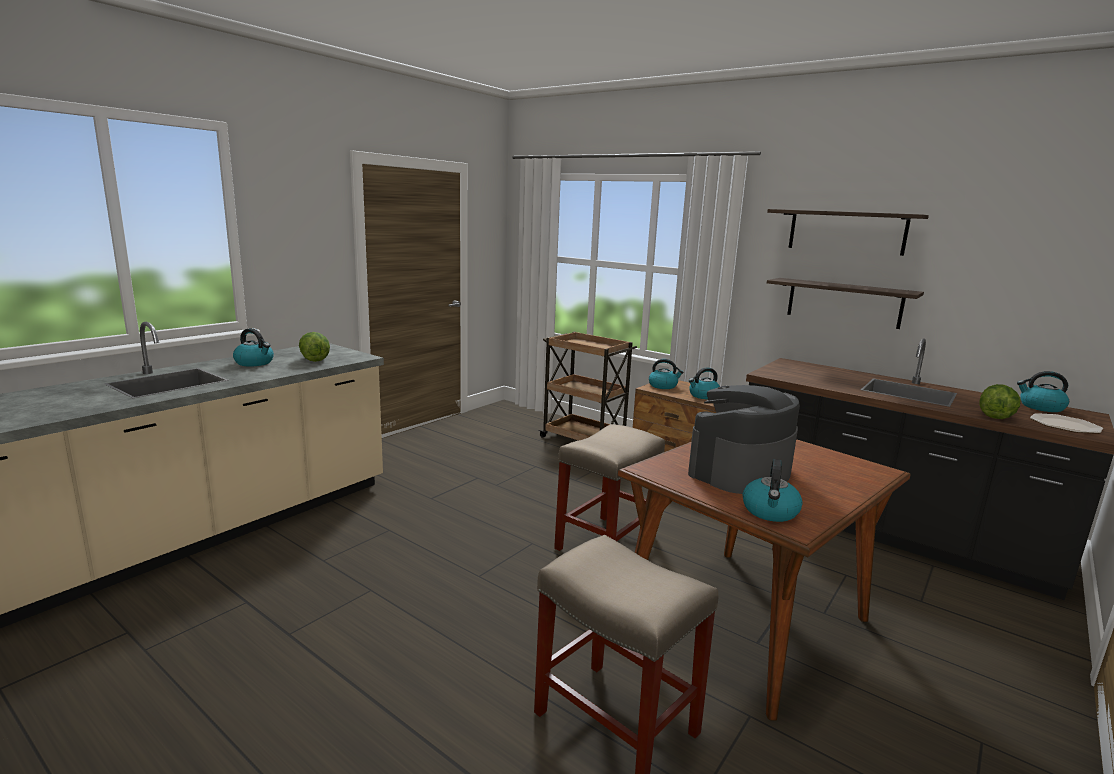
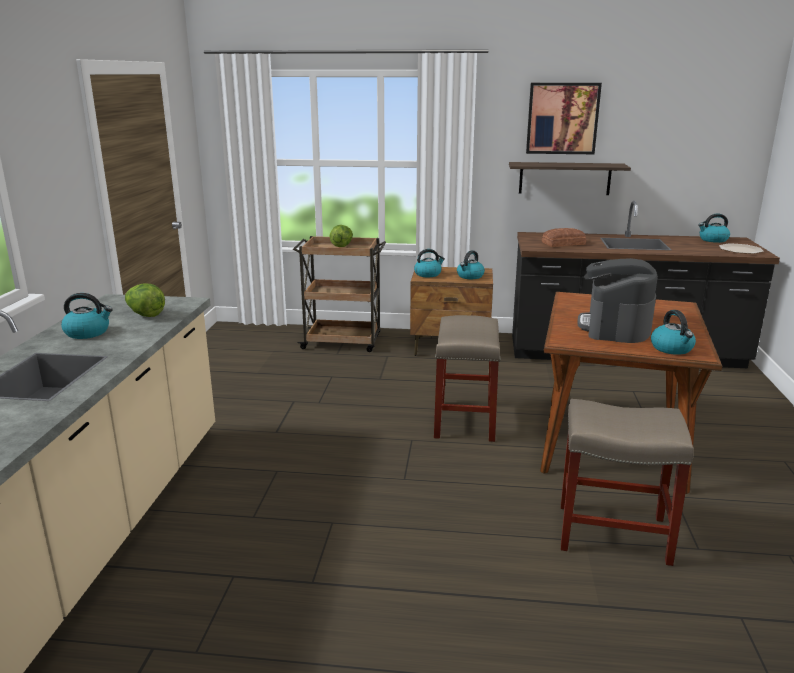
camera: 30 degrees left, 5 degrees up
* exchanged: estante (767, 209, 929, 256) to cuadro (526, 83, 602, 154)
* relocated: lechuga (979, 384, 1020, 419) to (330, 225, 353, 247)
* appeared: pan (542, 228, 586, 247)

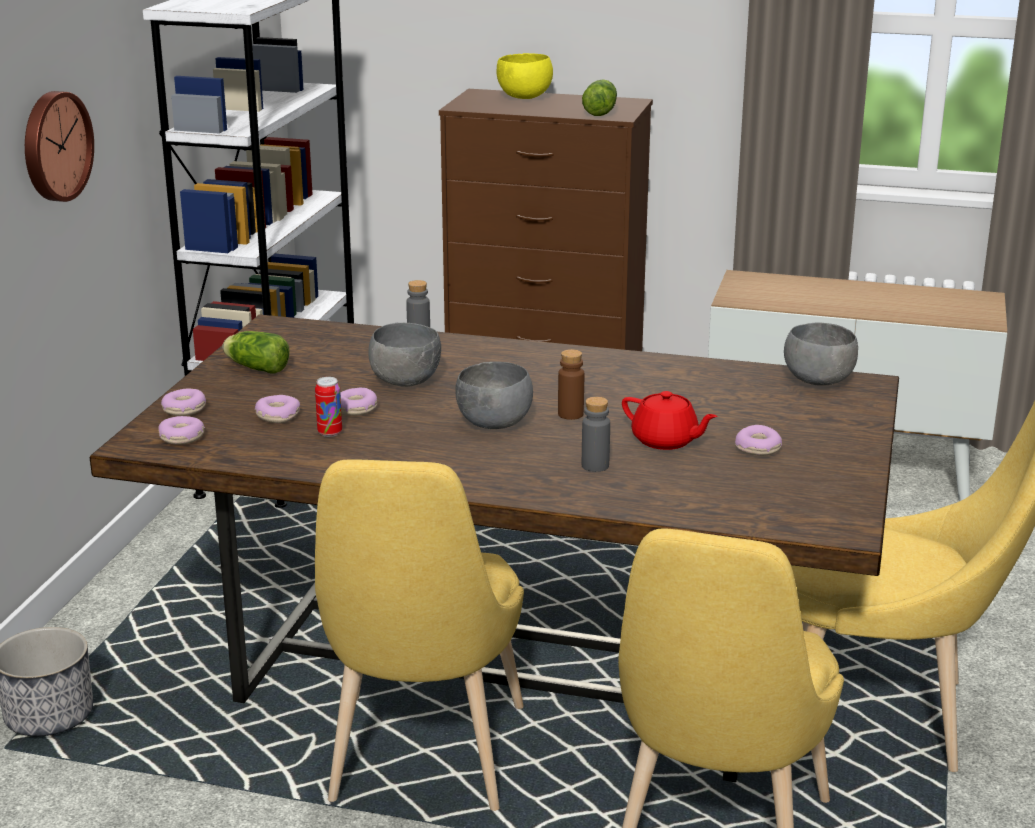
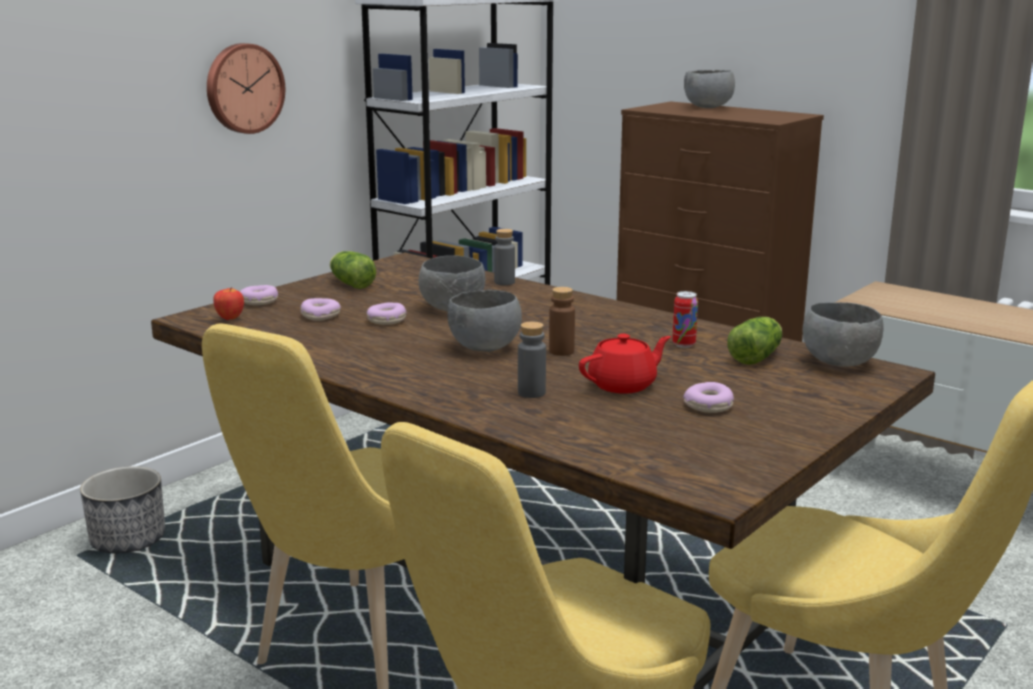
camera: 25 degrees right, 5 degrees down
* colour: cuenco [amarillo] (497, 53, 553, 99) to cuenco [gris] (684, 70, 735, 108)
* relocated: lechuga (582, 79, 617, 116) to (727, 317, 782, 365)
* relocated: lata (315, 377, 342, 437) to (672, 291, 698, 348)
* spun: tetera [rojo] (622, 391, 717, 450) = (579, 334, 671, 394) 90 degrees counterclockwise
* exchanged: rosquilla (158, 416, 205, 445) to manzana (213, 287, 244, 320)

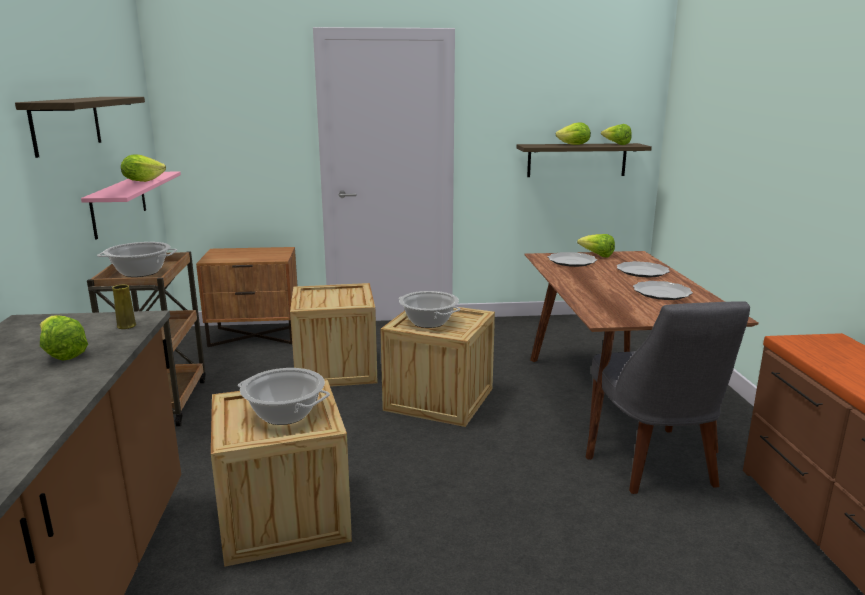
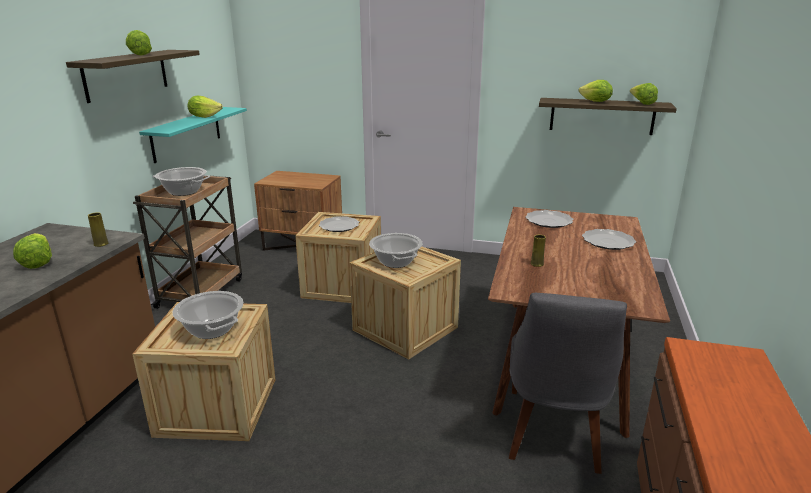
camera: 20 degrees right, 5 degrees up
* colour: estante [rosa] (81, 172, 181, 240) to estante [turquesa] (139, 107, 247, 163)
* relocated: lechuga (577, 234, 615, 258) to (126, 30, 152, 56)
* relocated: plato (633, 281, 693, 300) to (319, 216, 359, 232)
* appeared: florero [amarillo] (531, 235, 546, 267)

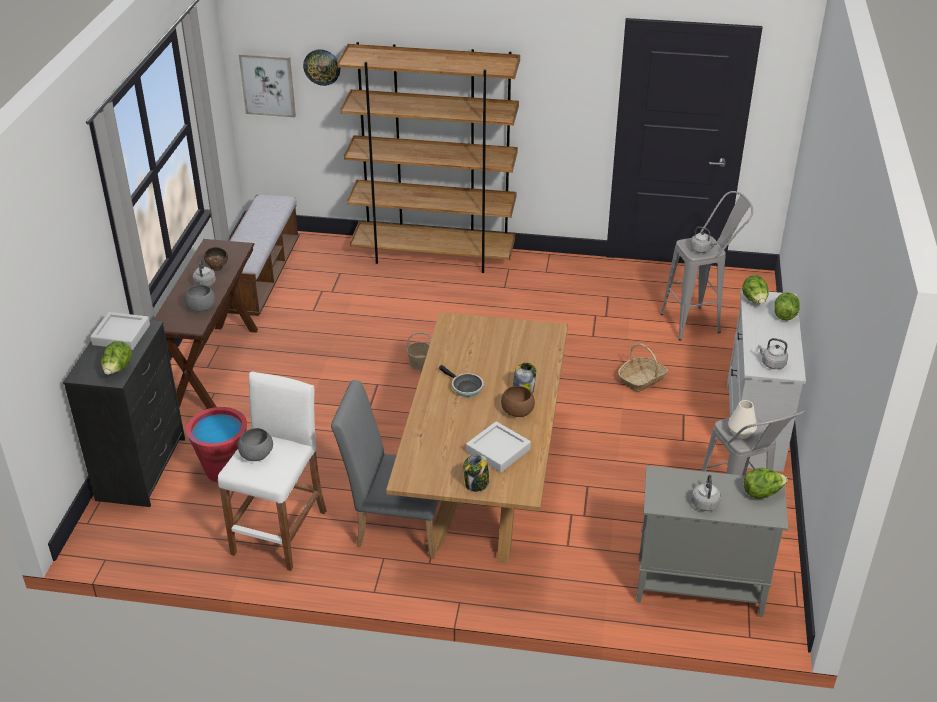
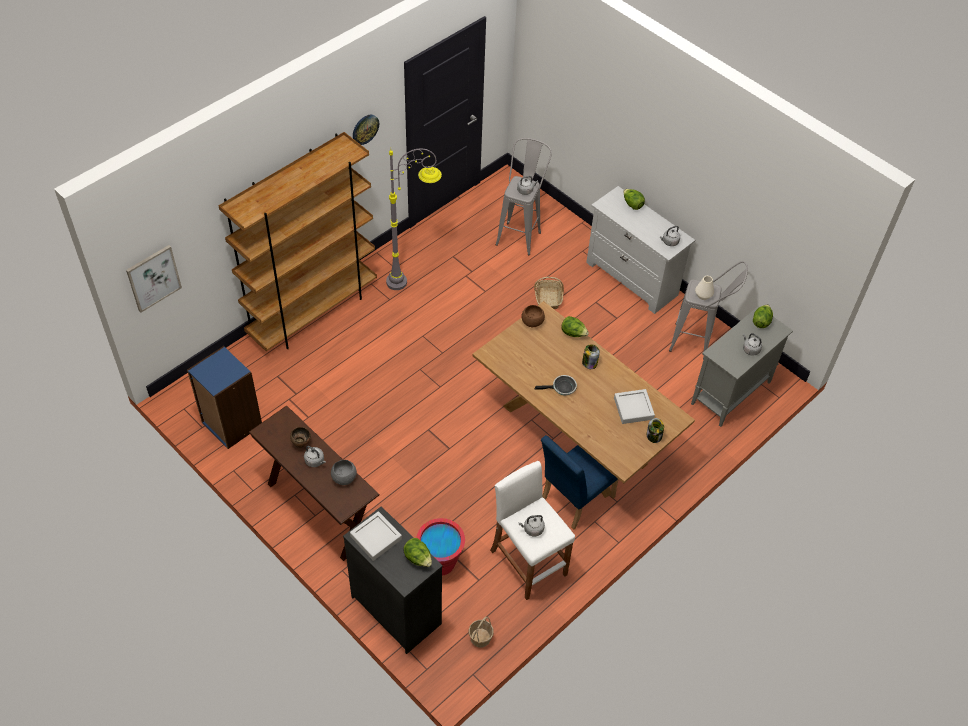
camera: 55 degrees left, 15 degrees up
* relocated: reloj de pared (303, 49, 340, 86) to (353, 115, 379, 145)
* exchanged: banco (228, 195, 300, 316) to estantería [azul] (187, 346, 262, 449)
* relocated: lechuga (742, 275, 768, 304) to (561, 316, 589, 337)
* relocated: cesta (406, 332, 431, 370) to (469, 616, 494, 647)
* colour: silla [gris] (331, 380, 442, 559) to silla [azul] (541, 435, 619, 529)
* relocated: cuenco [marrón] (501, 386, 535, 417) to (521, 305, 545, 327)
* exchanged: cuenco [gris] (238, 428, 273, 461) to hervidor [gris] (519, 515, 545, 536)
* appeared: lámpara de pie [gris] (386, 149, 442, 290)

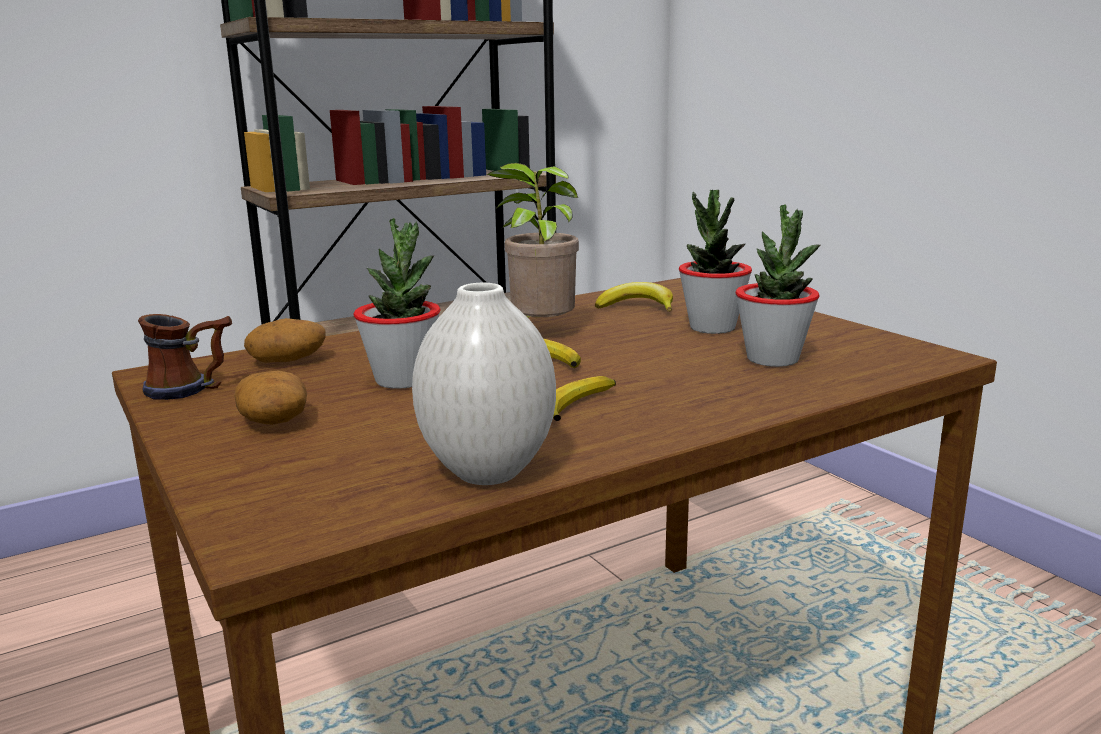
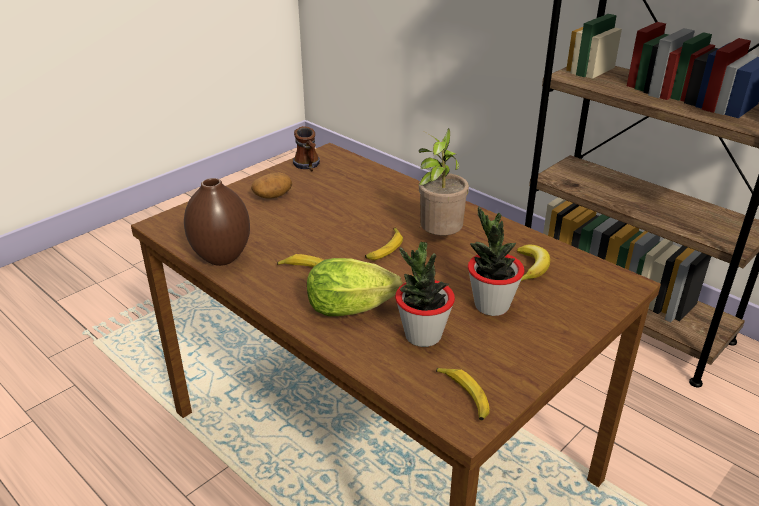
camera: 75 degrees right, 15 degrees up
* missing: planta en maceta (354, 218, 441, 389)
* colour: florero [blanco] (412, 283, 556, 485) to florero [marrón] (184, 178, 250, 266)
* missing: patata (244, 318, 326, 363)
* appeared: lechuga (307, 258, 402, 316)
* appeared: plátano (436, 368, 490, 421)

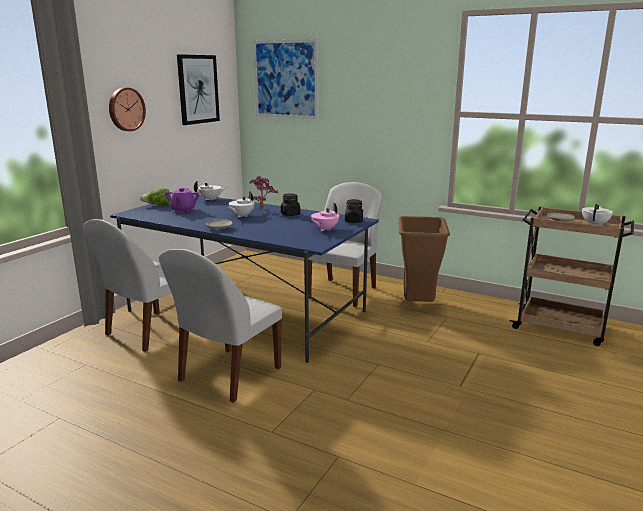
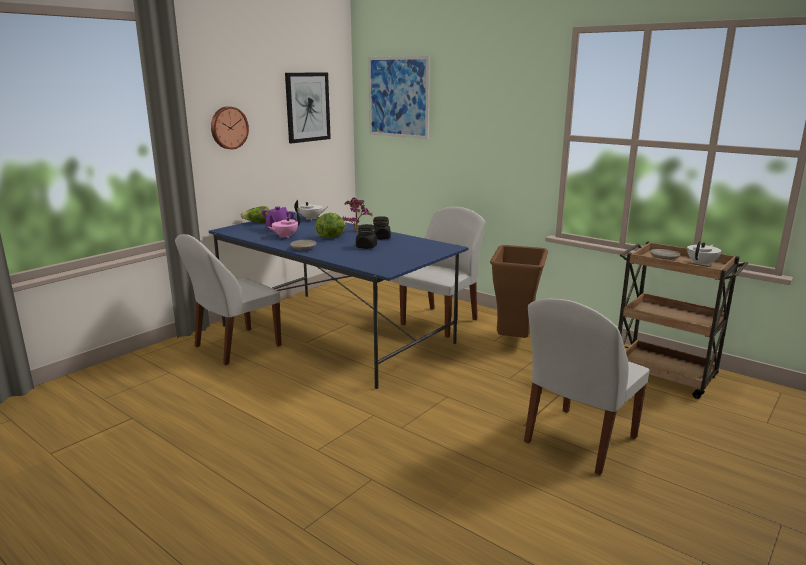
camera: 10 degrees right, 0 degrees up
* exchanged: tetera [blanco] (229, 191, 255, 218) to lechuga (315, 213, 346, 238)
* relocated: tarro [negro] (345, 199, 363, 223) to (356, 224, 377, 249)
* relocated: tetera [rosa] (311, 203, 339, 231) to (268, 213, 300, 238)
* relocated: silla [blanco] (159, 249, 282, 403) to (524, 299, 650, 475)

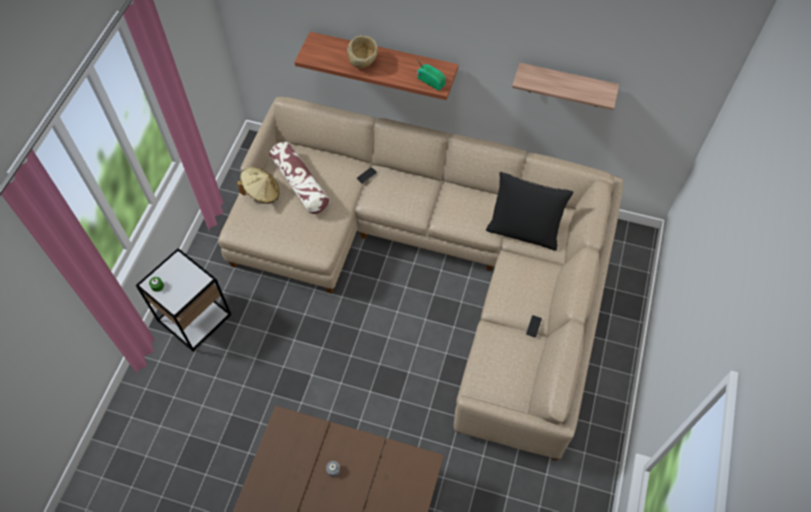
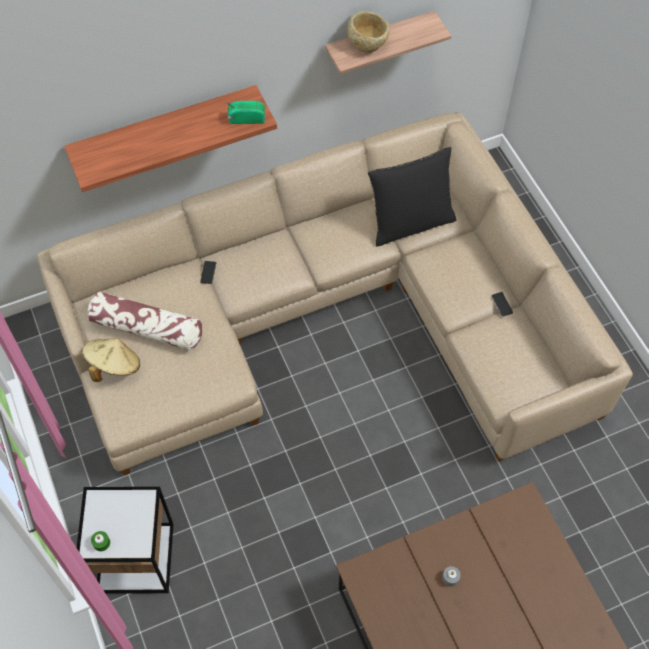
camera: 40 degrees left, 0 degrees up
* relocated: cuenco [beis] (347, 36, 378, 68) to (347, 11, 390, 53)

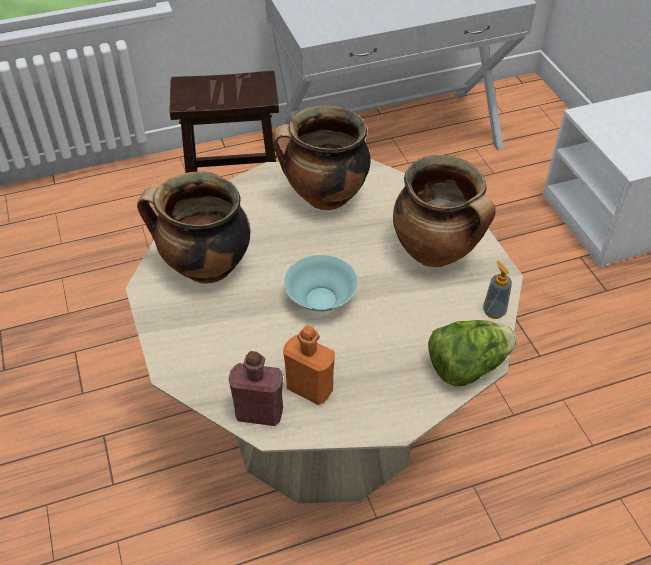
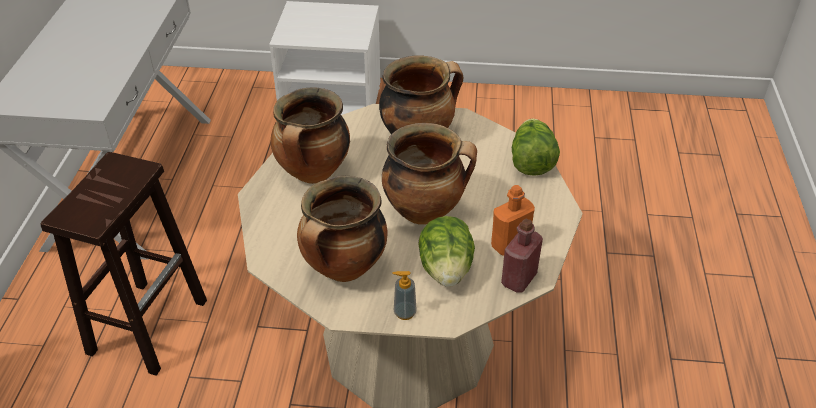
camera: 65 degrees left, 5 degrees down
* exchanged: cuenco [turquesa] (284, 255, 358, 312) to olla (382, 123, 477, 225)
* relocated: dispensador de jabón (483, 261, 512, 319) to (393, 271, 417, 320)
* appeared: lechuga (418, 216, 475, 287)

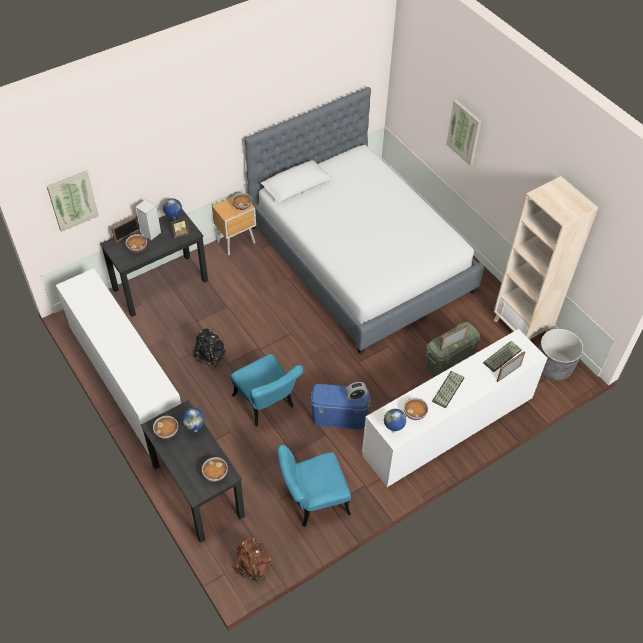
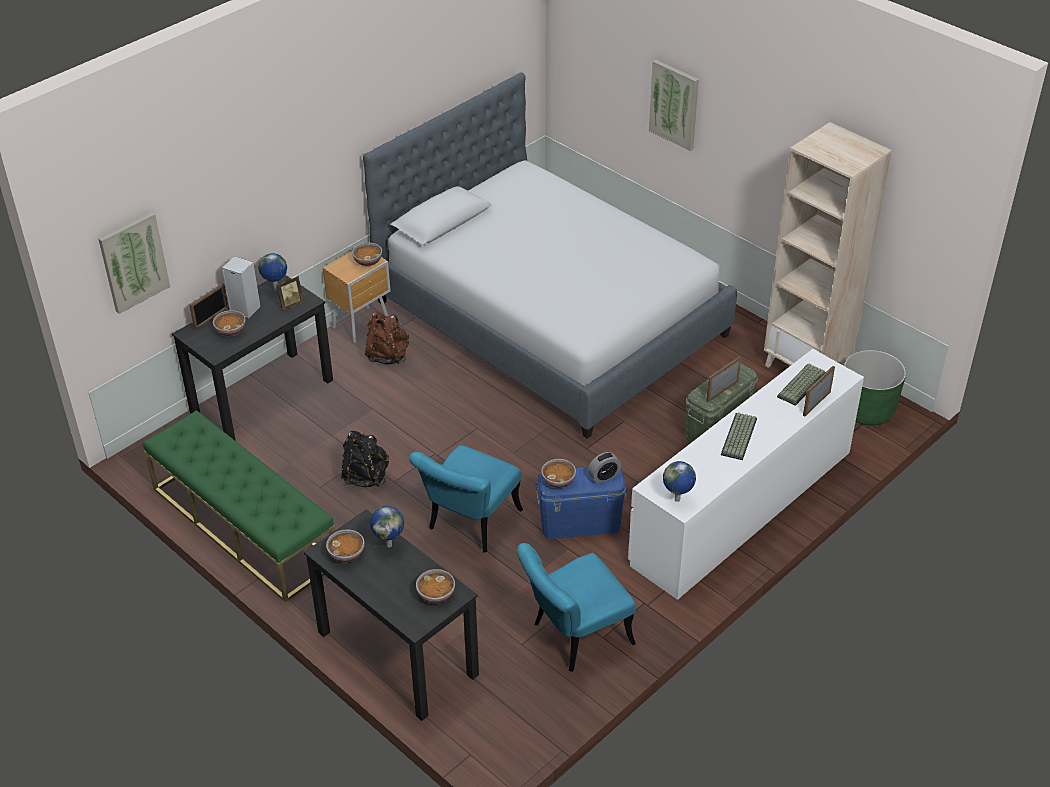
camera: 10 degrees left, 10 degrees down
* exchanged: cómoda [blanco] (56, 268, 181, 454) to banco [verde] (143, 410, 335, 603)
* colour: maceta [gris] (539, 329, 583, 380) to maceta [verde] (844, 350, 906, 425)
* spun: silla [turquesa] (230, 354, 303, 426) = (409, 445, 523, 552) 75 degrees clockwise
* relocated: cuenco (404, 398, 428, 420) to (541, 459, 576, 488)
* relocated: mochila [marrón] (232, 537, 271, 583) to (365, 312, 409, 364)

